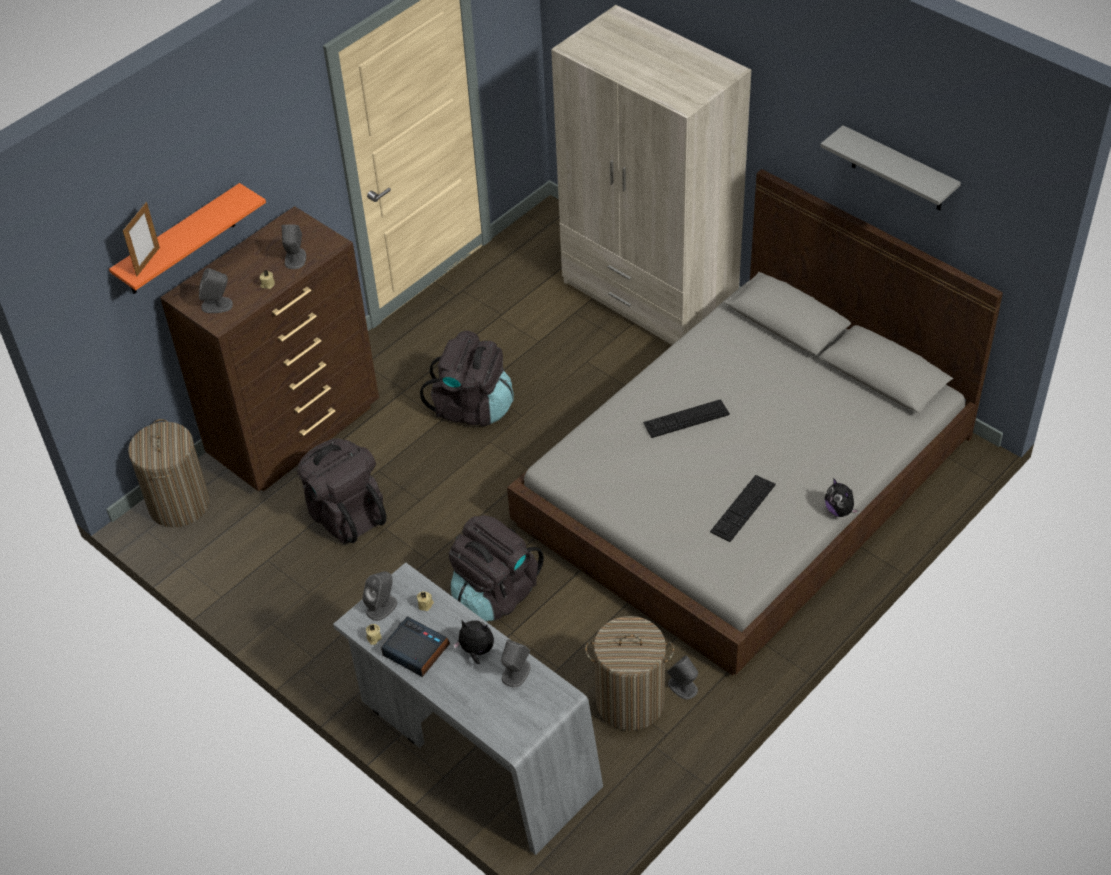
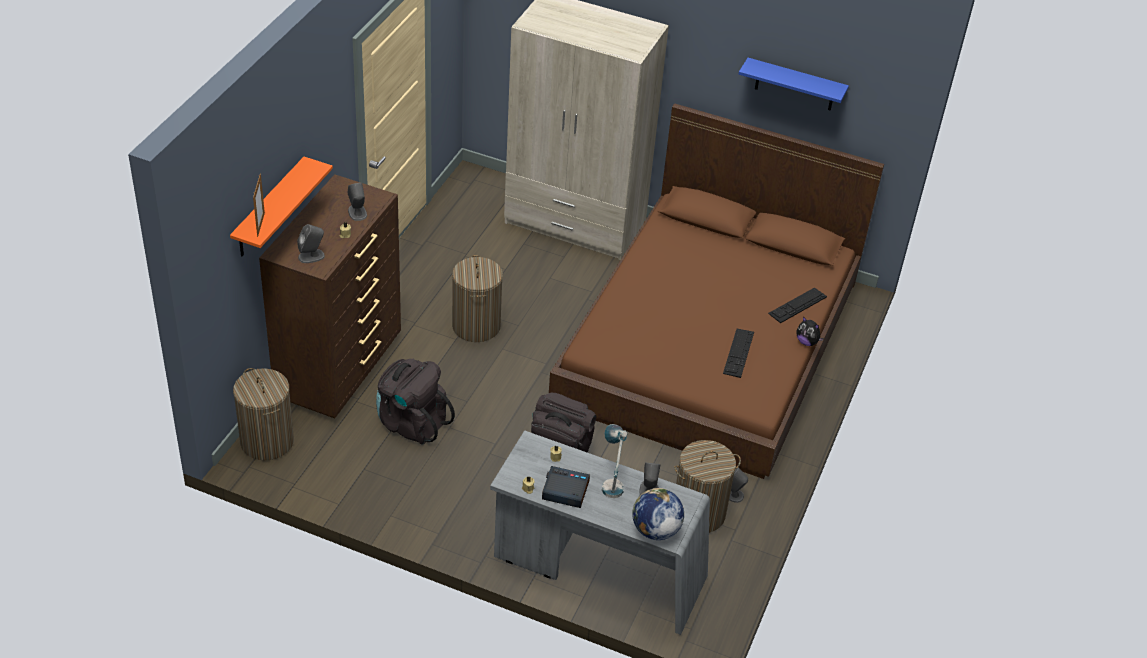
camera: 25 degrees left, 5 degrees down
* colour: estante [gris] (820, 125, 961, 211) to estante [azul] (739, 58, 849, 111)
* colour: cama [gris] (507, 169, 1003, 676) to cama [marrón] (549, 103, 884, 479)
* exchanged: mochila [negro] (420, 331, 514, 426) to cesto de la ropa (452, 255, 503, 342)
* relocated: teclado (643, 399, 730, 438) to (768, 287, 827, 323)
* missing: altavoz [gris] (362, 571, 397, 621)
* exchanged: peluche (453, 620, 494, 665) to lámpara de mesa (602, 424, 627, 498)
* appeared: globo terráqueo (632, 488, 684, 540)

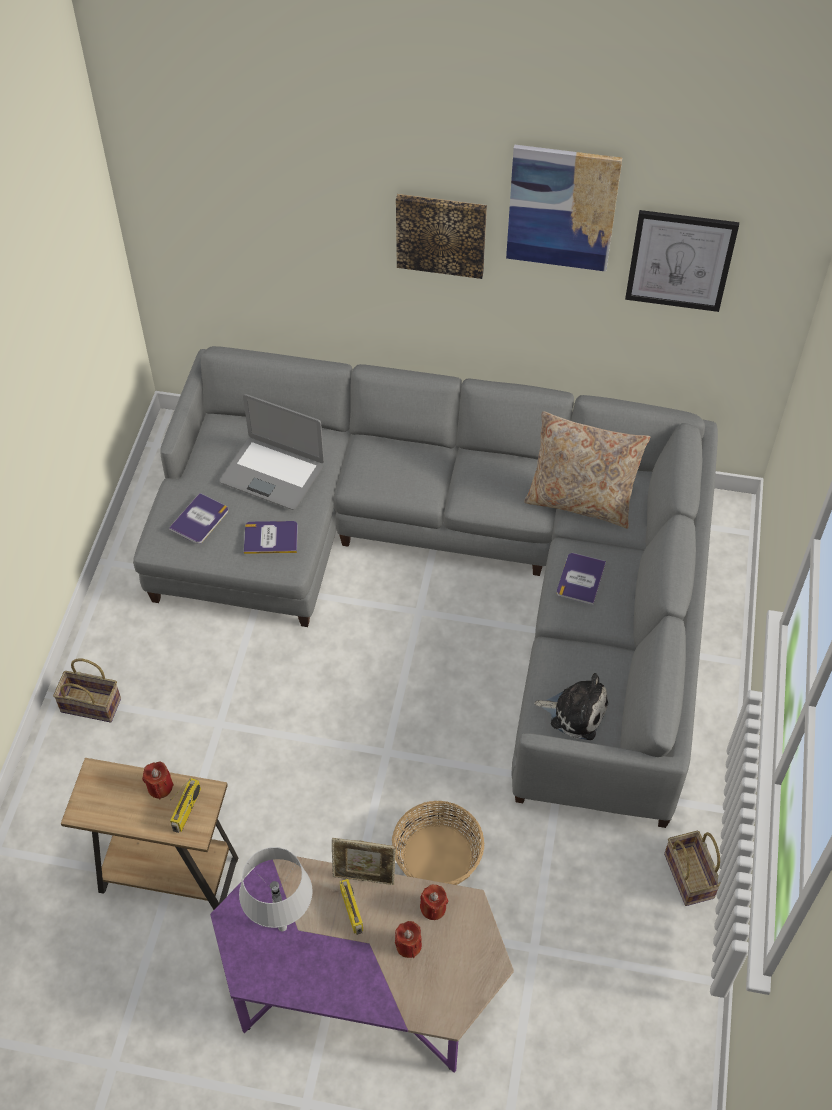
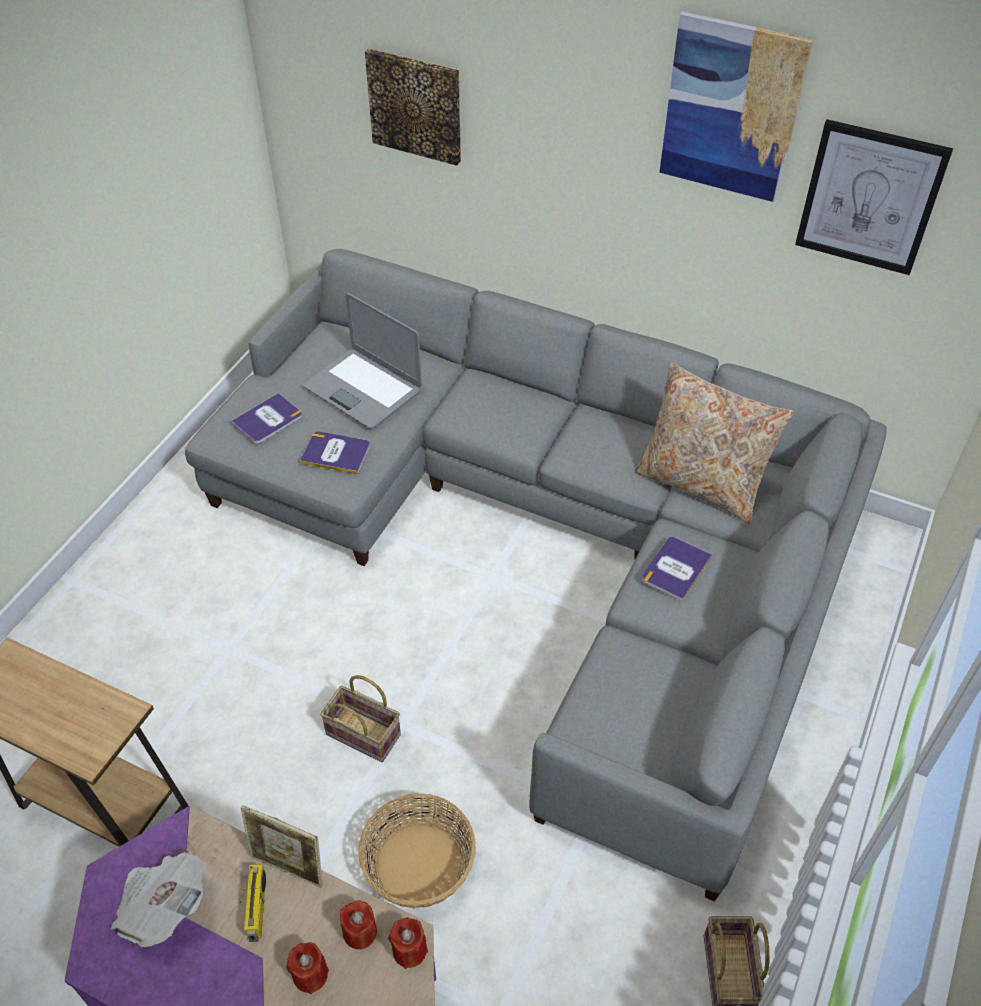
camera: 15 degrees right, 5 degrees down
* relocated: cuadro (396, 194, 487, 279) to (365, 48, 461, 166)
* relocated: cesta (53, 658, 121, 723) to (320, 675, 401, 762)
* missing: peluche (534, 673, 608, 740)
* relocated: vela [rojo] (142, 762, 174, 799) to (388, 917, 428, 969)
* missing: radio (170, 778, 201, 833)
* exchanged: lámpara de mesa [gris] (239, 847, 313, 932) to periódico (111, 851, 207, 947)

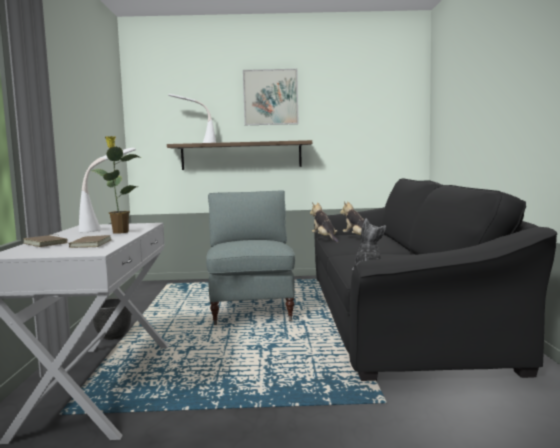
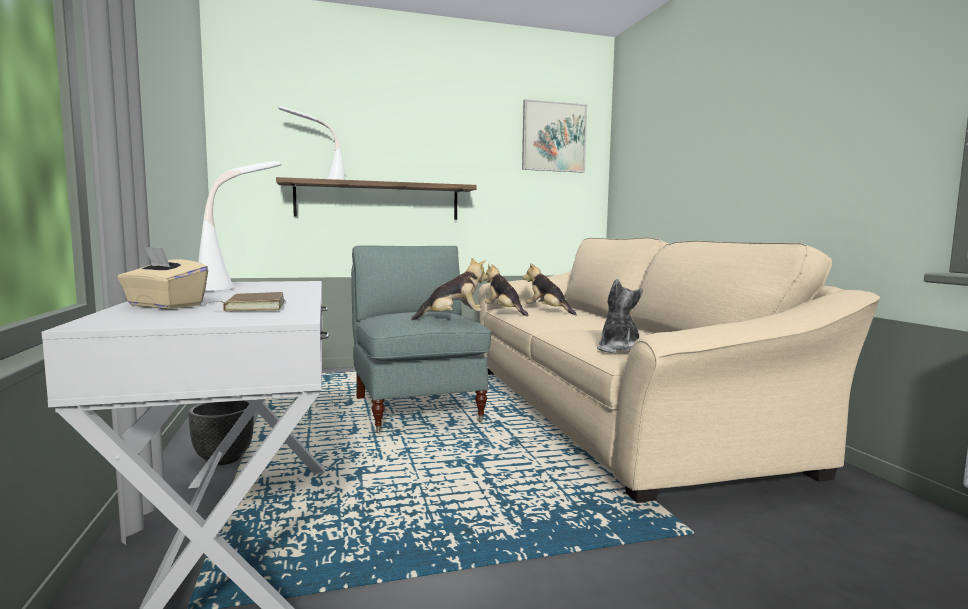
camera: 15 degrees left, 0 degrees up
* relocated: cuadro (243, 69, 299, 125) to (522, 99, 587, 173)
* missing: planta en maceta (90, 136, 142, 234)
* colour: sofá [negro] (314, 178, 557, 381) to sofá [beis] (478, 237, 880, 503)
* exchanged: libro [marrón] (23, 234, 67, 247) to caja de pañuelos [beis] (118, 246, 208, 309)
* appeared: peluche (411, 258, 488, 320)

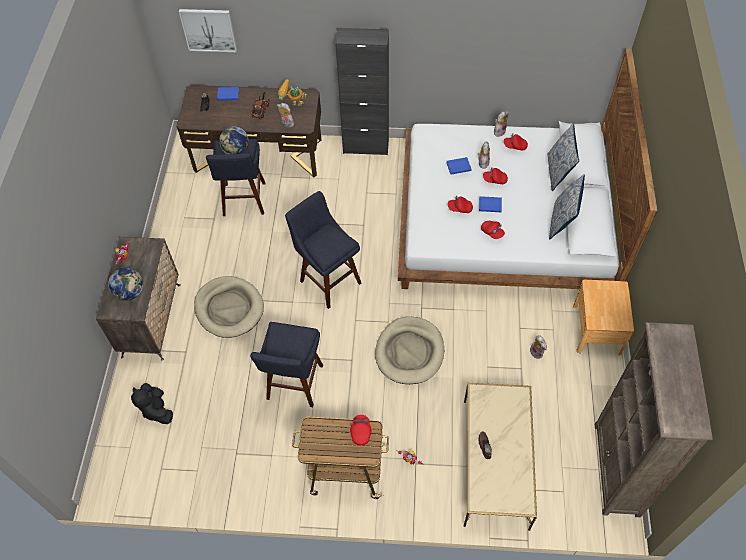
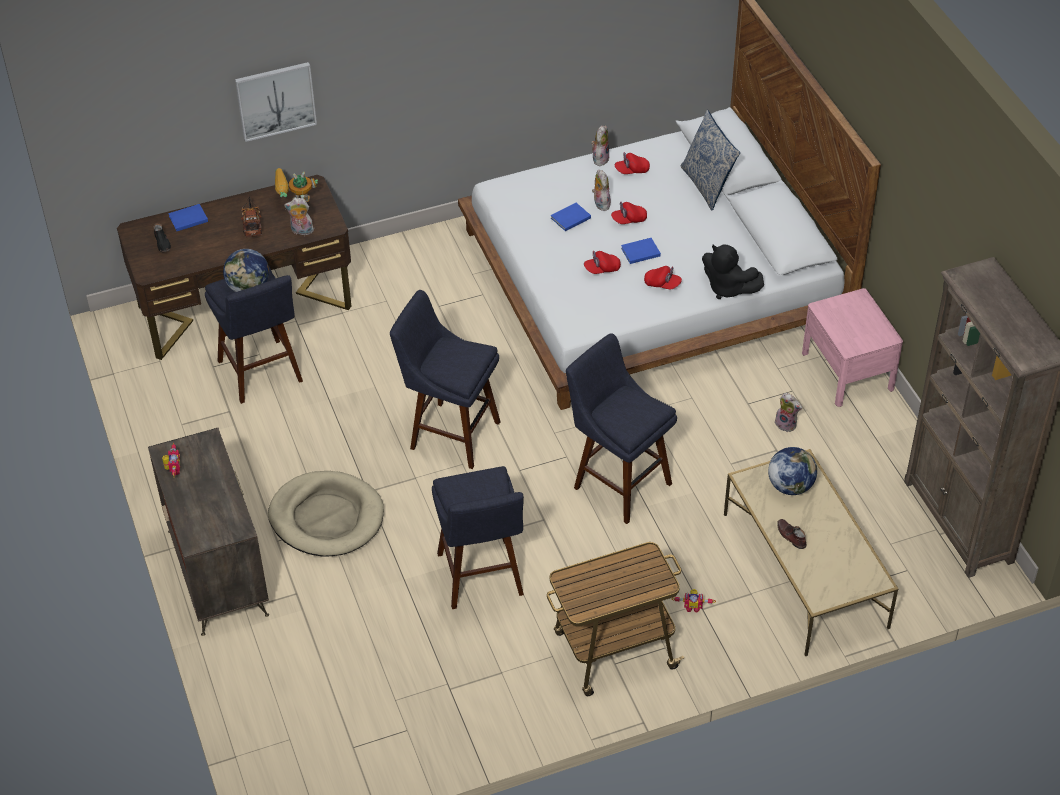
camera: 25 degrees left, 10 degrees down
* relocated: cuadro (179, 9, 237, 52) to (235, 62, 317, 142)
* missing: armario [negro] (335, 28, 389, 155)
* missing: cojín (549, 174, 585, 239)
* relocated: globo terráqueo (108, 268, 143, 301) to (768, 447, 817, 495)
* colour: mesita de noche [marrón] (573, 280, 634, 355) to mesita de noche [rosa] (802, 288, 903, 407)
* exchanged: cama para perro [beis] (375, 317, 444, 384) to taburete [azul] (566, 333, 677, 524)
* relocated: peluche [negro] (131, 383, 173, 424) to (702, 244, 764, 299)
* missing: gorra [rojo] (350, 415, 371, 445)

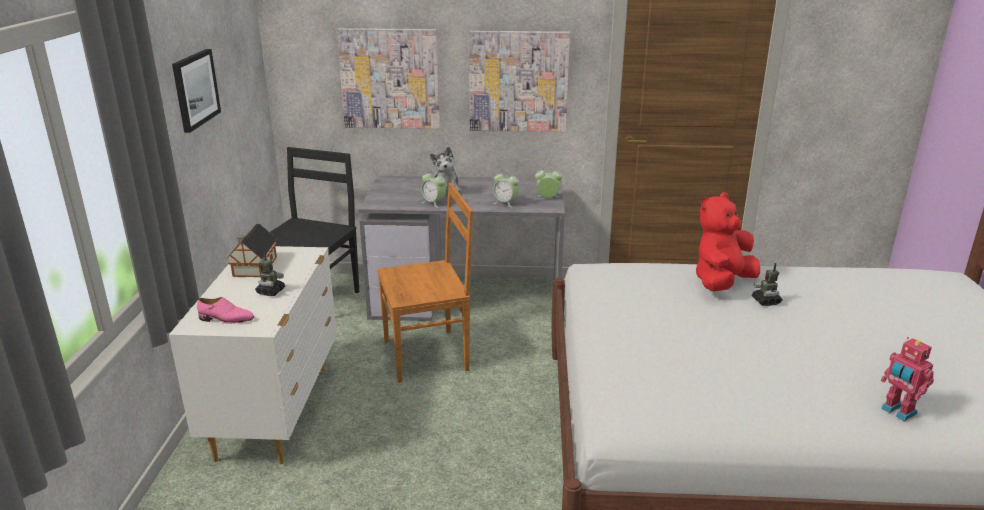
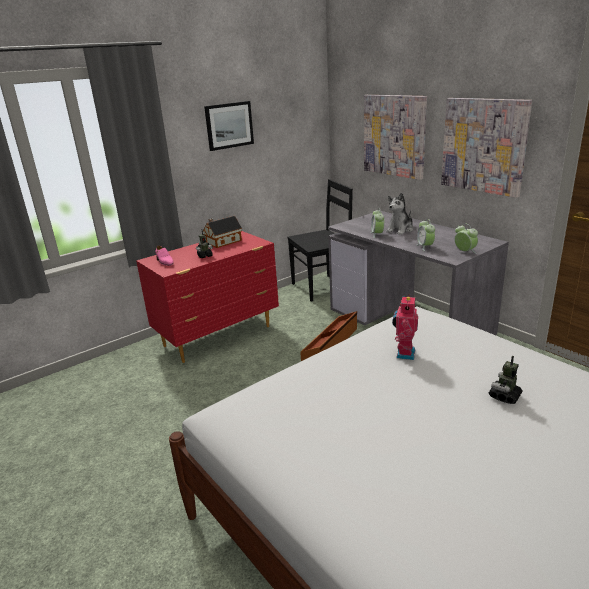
camera: 50 degrees right, 0 degrees up
* exchanged: silla [marrón] (377, 183, 473, 383) to caja de almacenaje [marrón] (300, 311, 357, 361)
* missing: peluche [rojo] (696, 192, 760, 292)
* colour: cómoda [blanco] (169, 246, 337, 464) to cómoda [rojo] (136, 231, 279, 363)
* relocated: robot de juguete (881, 337, 934, 421) to (392, 297, 418, 360)

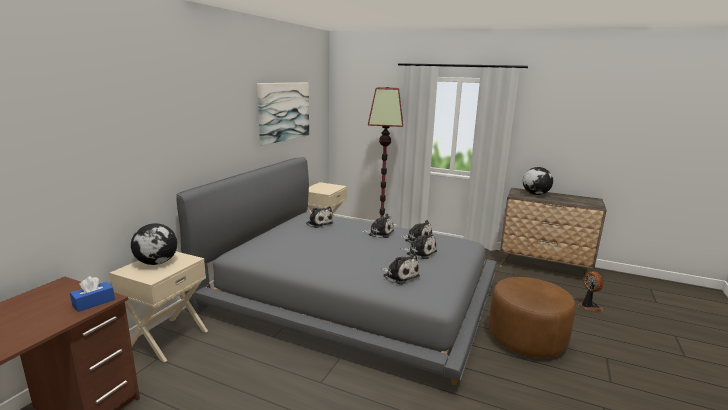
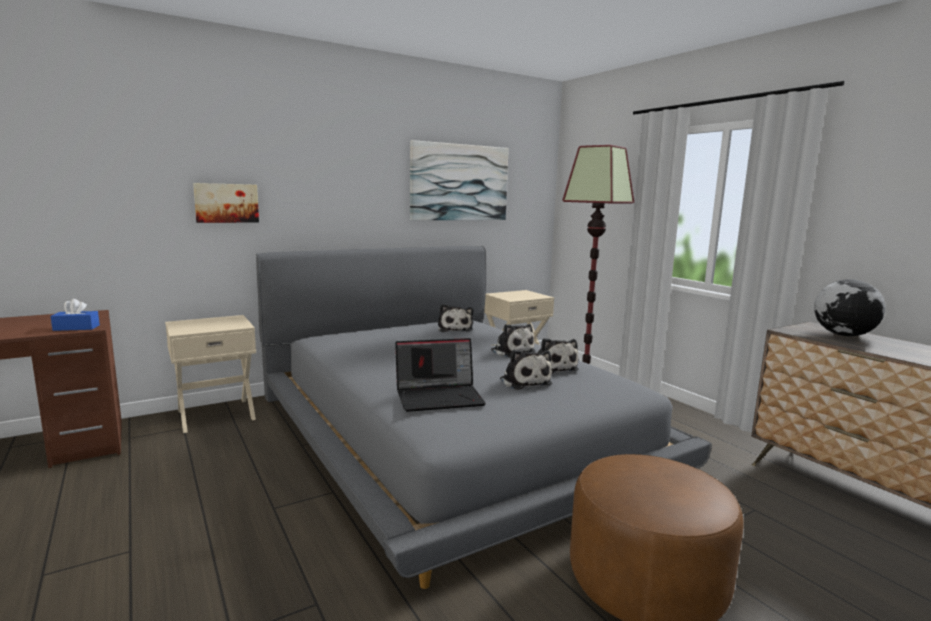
camera: 35 degrees right, 5 degrees down
* missing: globo terráqueo (131, 223, 178, 265)
* exchanged: peluche (381, 253, 420, 285) to portátil (395, 338, 486, 412)
* missing: ventilador (579, 271, 603, 311)
* appeared: cuadro (193, 183, 259, 223)

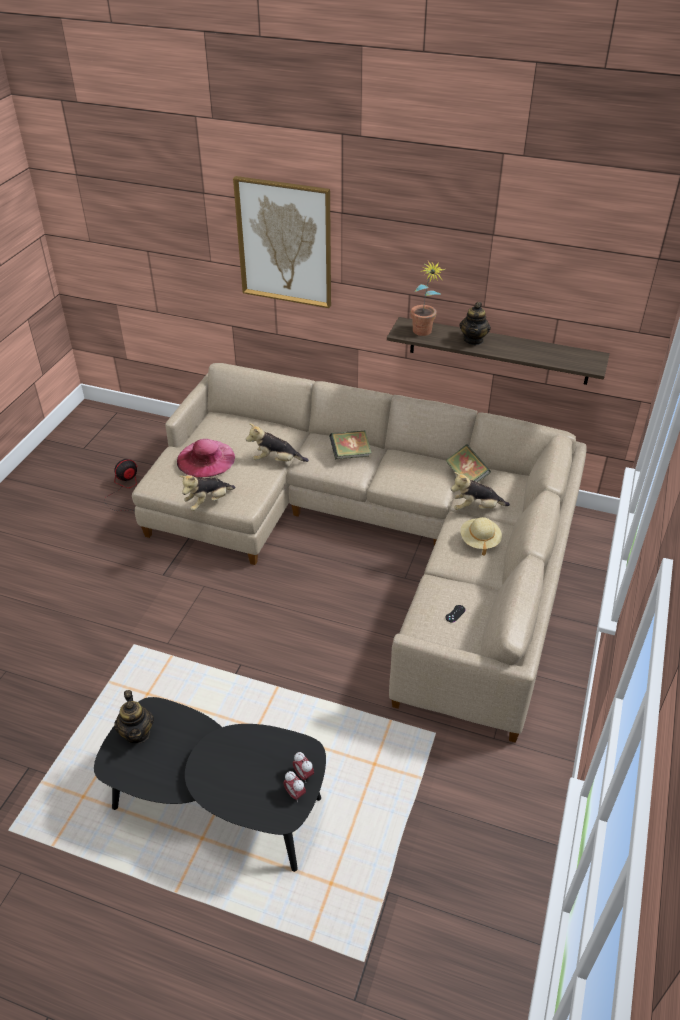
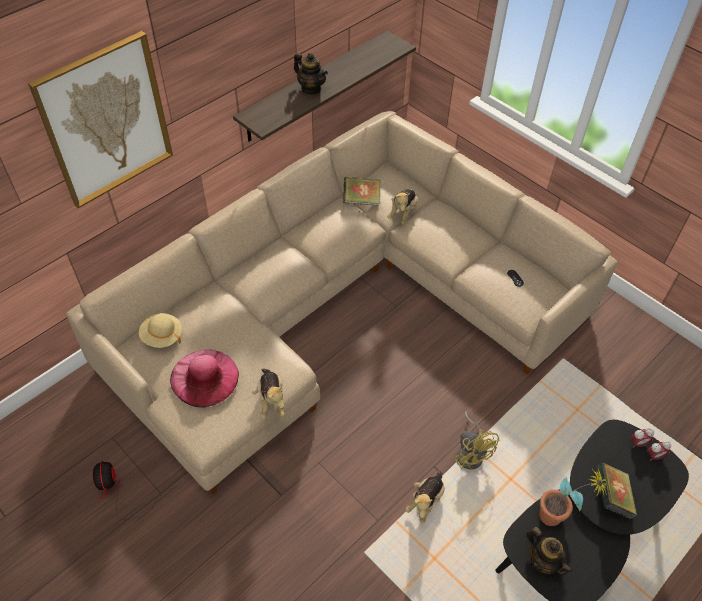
camera: 65 degrees left, 10 degrees up
* relocated: planta en maceta (410, 261, 445, 336) to (539, 468, 607, 526)
* relocated: peluche (246, 423, 309, 462) to (405, 470, 445, 523)
* relocated: libro (329, 430, 372, 459) to (597, 463, 637, 520)
* relocated: sombrero [beis] (460, 517, 502, 556) to (139, 313, 182, 348)
* spun: tetera (114, 690, 154, 744) = (526, 527, 572, 575) 45 degrees clockwise
* appeared: ventilador [amarillo] (455, 412, 499, 469)

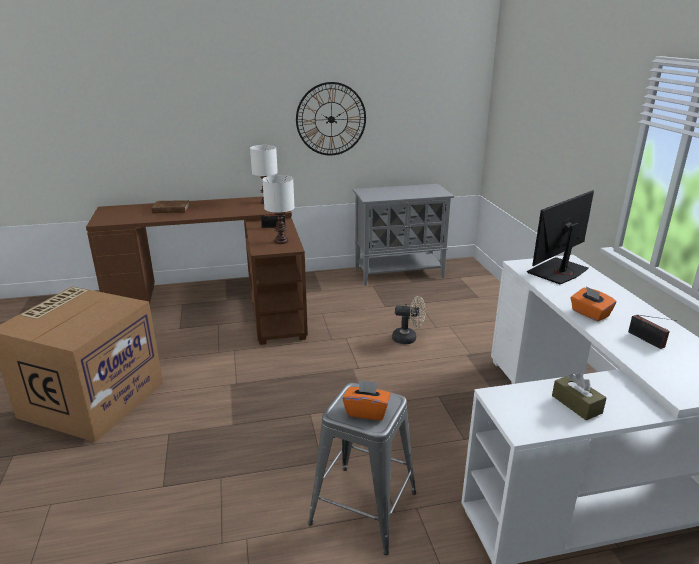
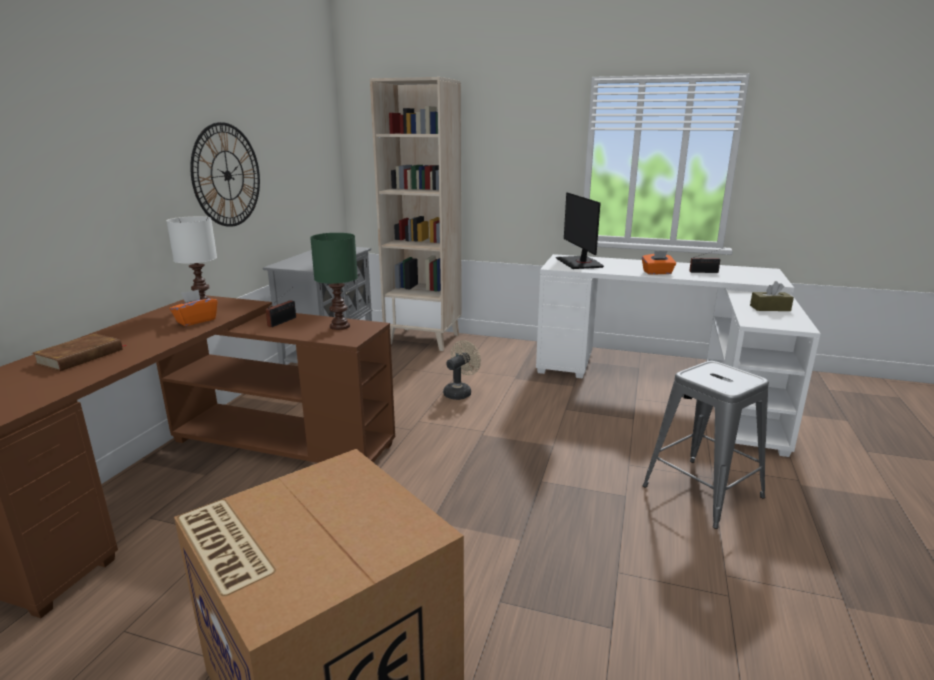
camera: 60 degrees left, 5 degrees down
* colour: lámpara de mesa [blanco] (262, 175, 295, 244) to lámpara de mesa [verde] (310, 233, 358, 330)
* relocated: caja de pañuelos [naranja] (343, 379, 391, 420) to (170, 289, 218, 326)
* appeared: estantería [beis] (370, 77, 462, 351)

